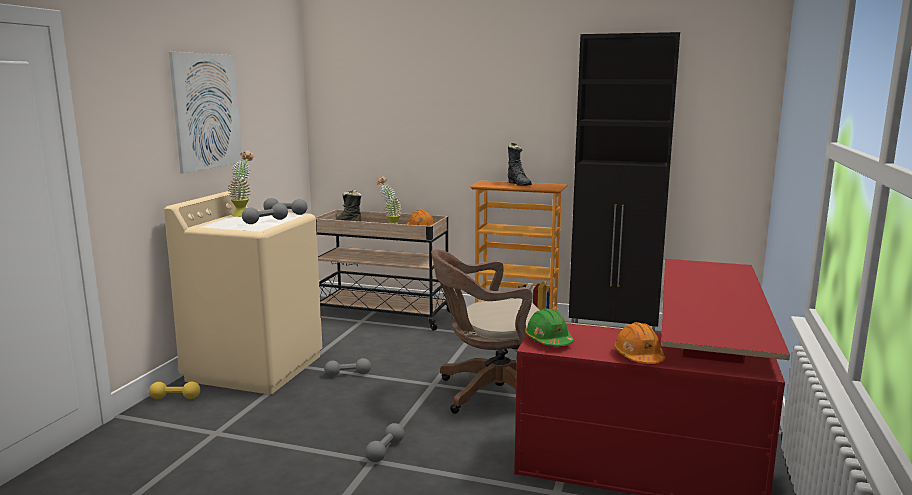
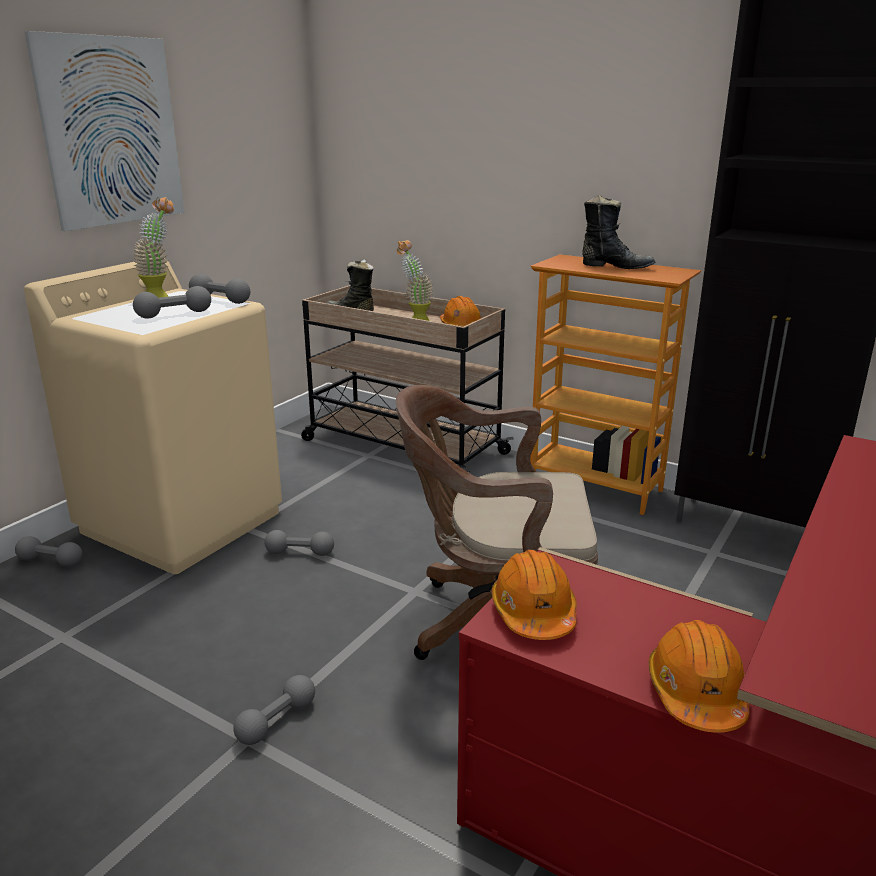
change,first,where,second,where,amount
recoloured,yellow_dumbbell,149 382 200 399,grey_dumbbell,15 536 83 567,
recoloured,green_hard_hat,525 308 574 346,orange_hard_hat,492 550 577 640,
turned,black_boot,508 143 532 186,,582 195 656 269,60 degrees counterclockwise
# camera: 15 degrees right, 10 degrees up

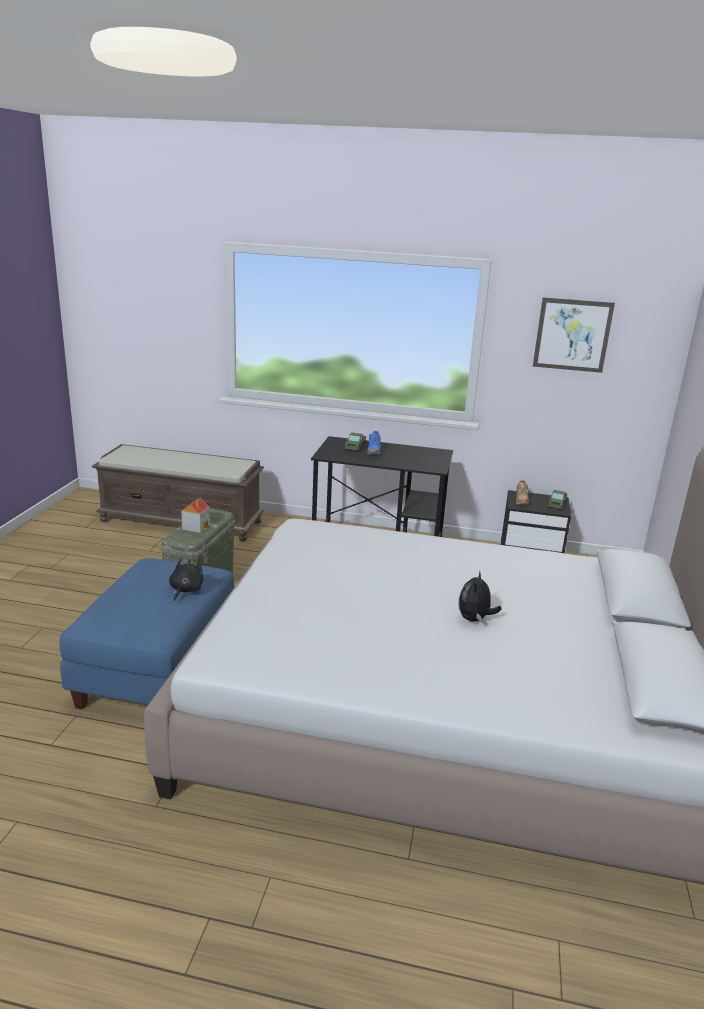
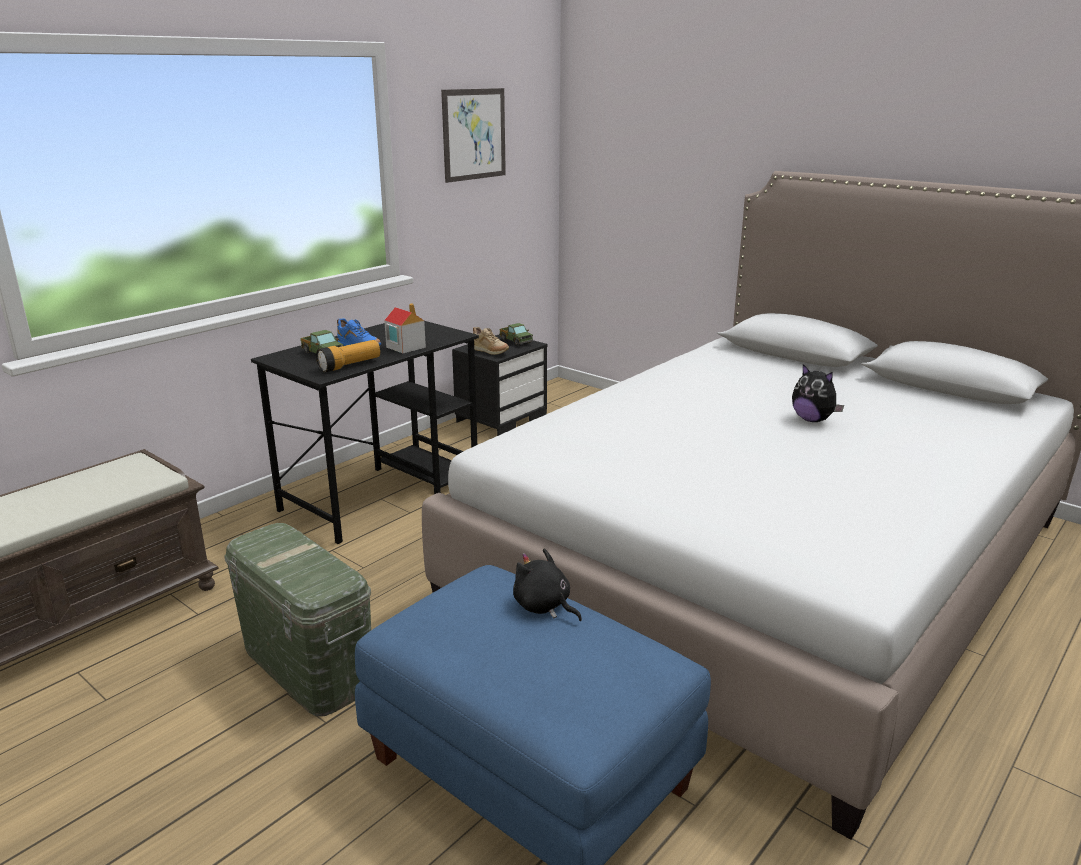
change,first,where,second,where,amount
added,,,flashlight,316 340 380 372,
moved,toy_house,181 498 210 533,,384 303 426 353,
# camera: 60 degrees left, 0 degrees up

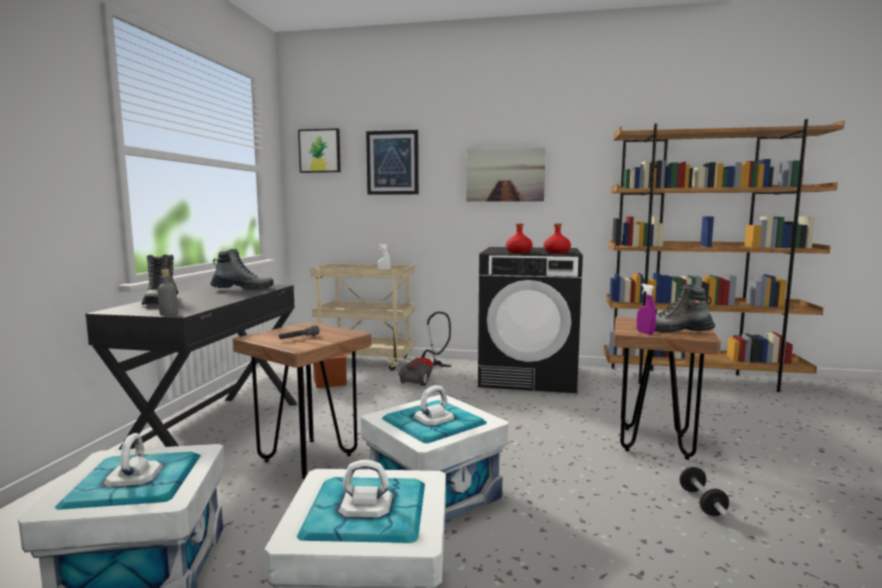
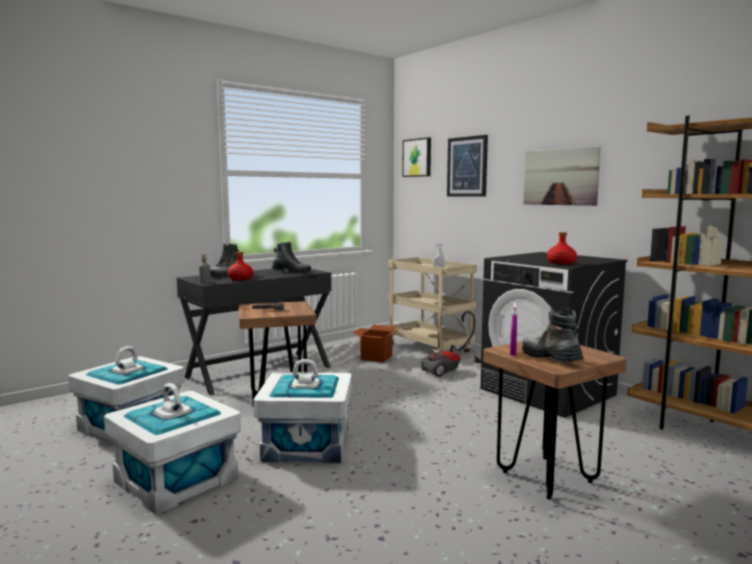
change,first,where,second,where,amount
moved,red_bottle,506 223 533 253,,227 252 253 280,
removed,dumbbell,680 467 730 518,,,
# camera: 40 degrees right, 0 degrees up

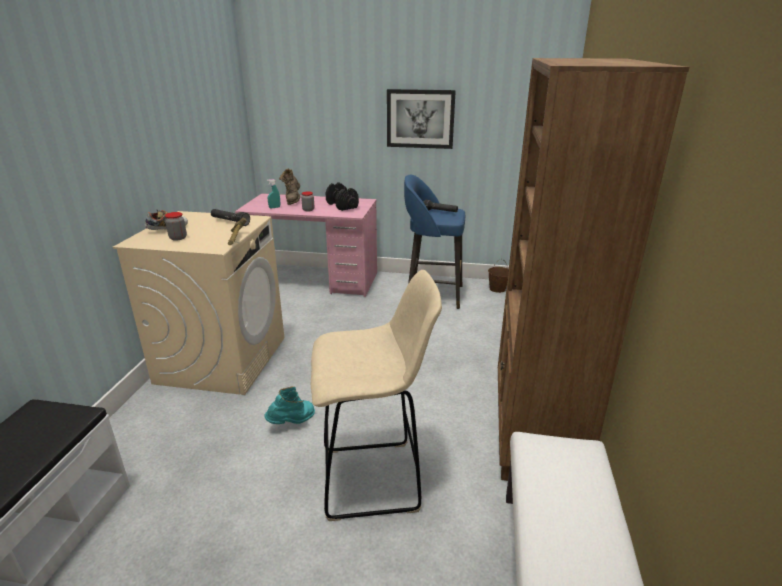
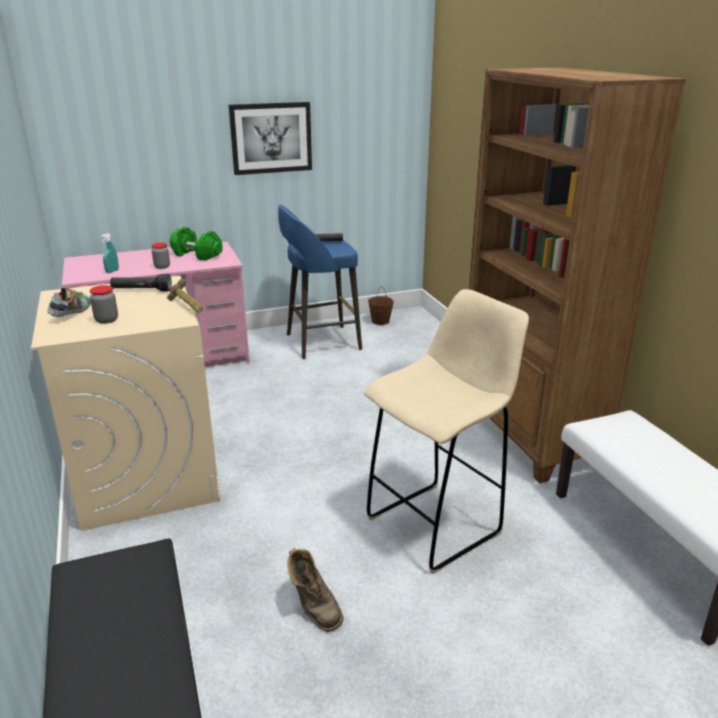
change,first,where,second,where,amount
recoloured,black_dumbbell,326 182 359 211,green_dumbbell,170 227 223 261,
moved,brown_boot,279 169 300 205,,287 548 344 632,
removed,turquoise_boot,264 386 315 424,,,
# camera: 30 degrees left, 0 degrees up

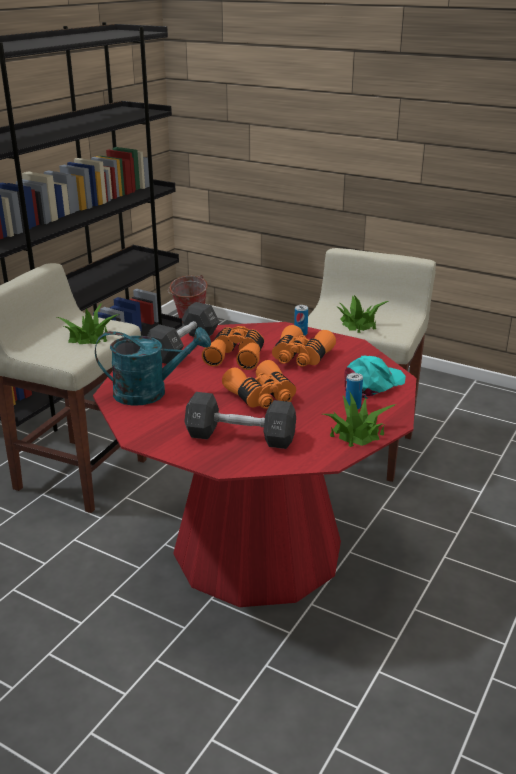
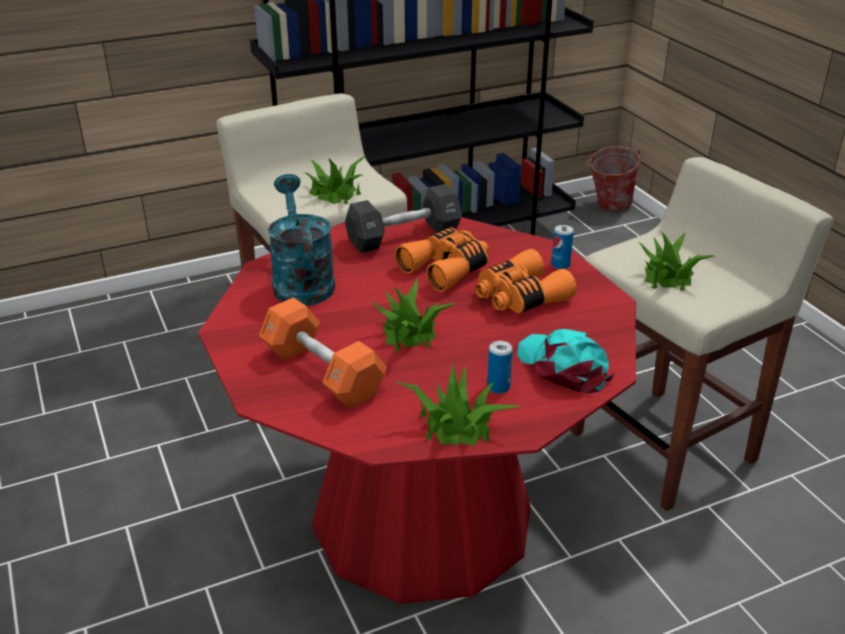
change,first,where,second,where,amount
recoloured,black_dumbbell,184 392 296 449,orange_dumbbell,259 297 387 409,
turned,turquoise_watering_can,95 327 211 406,,268 174 335 306,135 degrees counterclockwise
replaced,orange_binoculars,222 360 296 409,potted_plant,369 279 455 351,
turned,turquoise_cap,344 356 406 399,,517 329 615 394,120 degrees counterclockwise
# camera: 35 degrees right, 5 degrees up

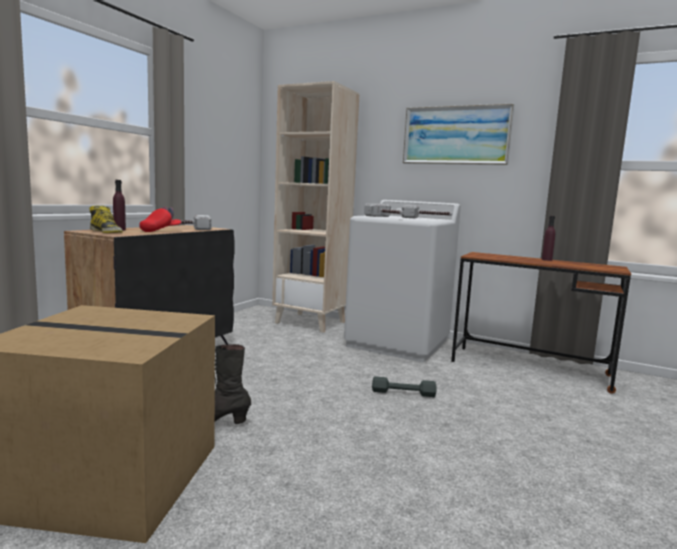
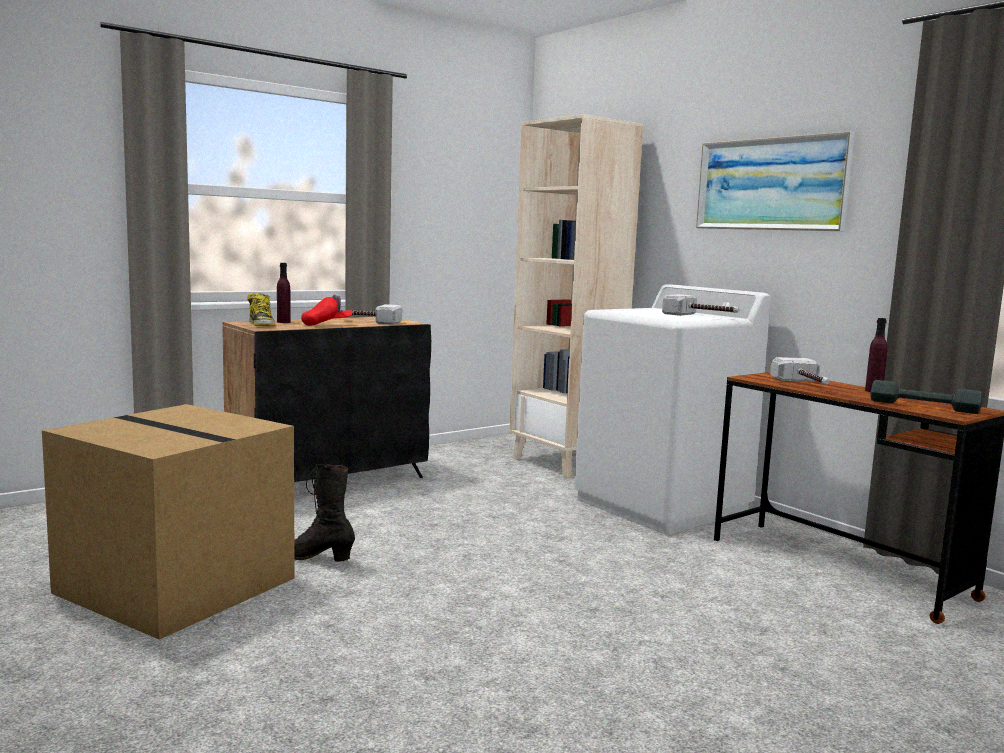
change,first,where,second,where,amount
moved,hammer,364 203 404 217,,770 357 830 385,
moved,grey_dumbbell,372 377 437 397,,871 380 982 414,
# camera: 25 degrees right, 0 degrees up

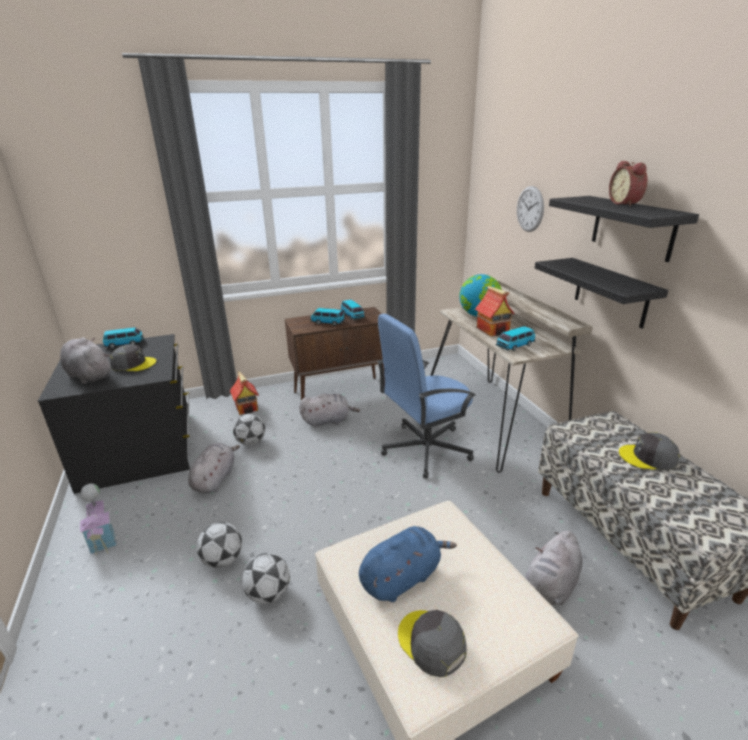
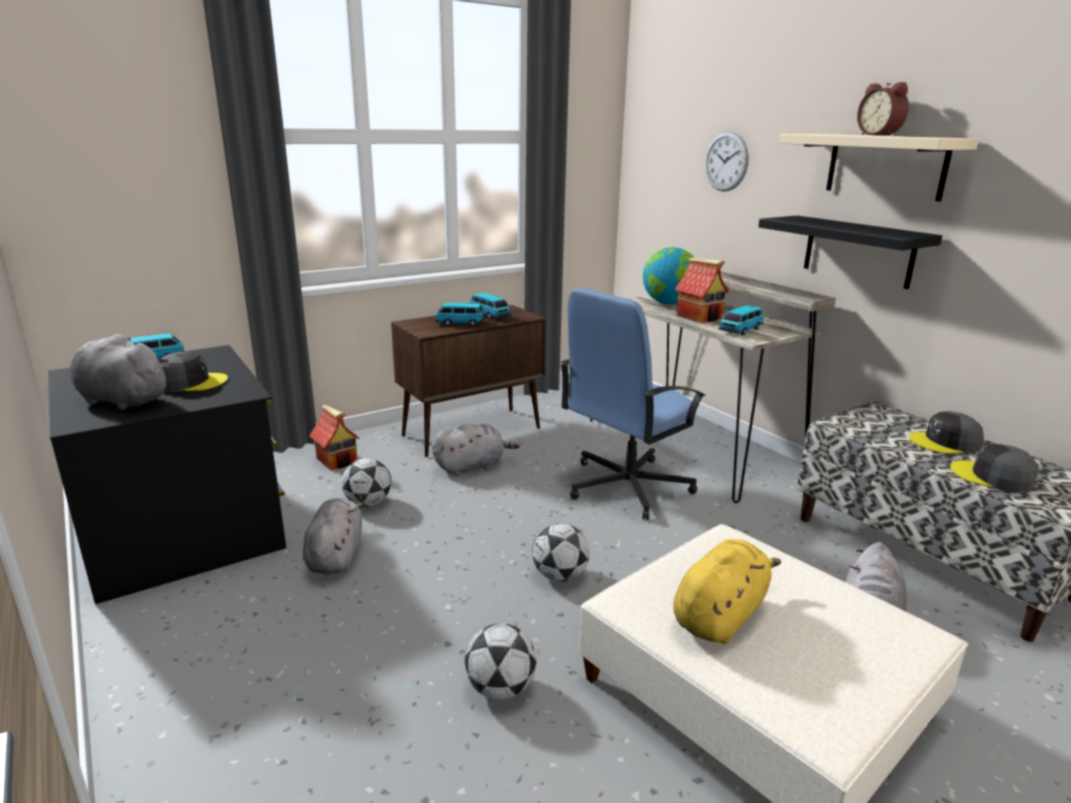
change,first,where,second,where,amount
moved,football,197 522 242 568,,532 523 589 582,
recoloured,blue_plush_toy,359 526 457 602,yellow_plush_toy,673 539 781 644,
recoloured,black_shelf,549 196 699 262,beige_shelf,779 134 979 201,
moved,grey_cap,398 610 467 677,,950 444 1039 493,
removed,toy_house,80 484 118 555,,,
# camera: 15 degrees left, 5 degrees down

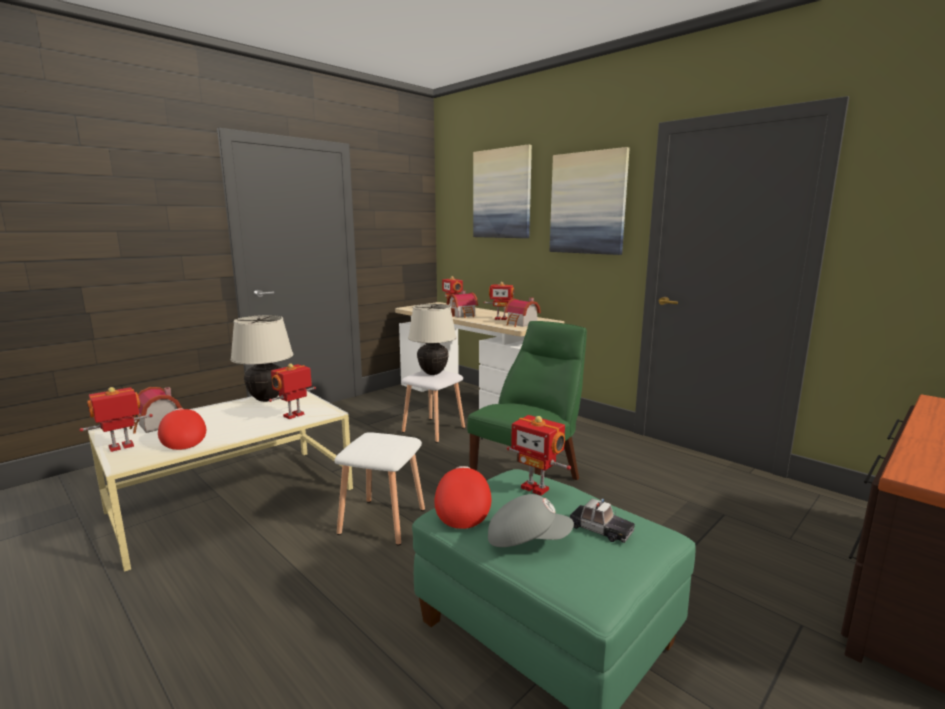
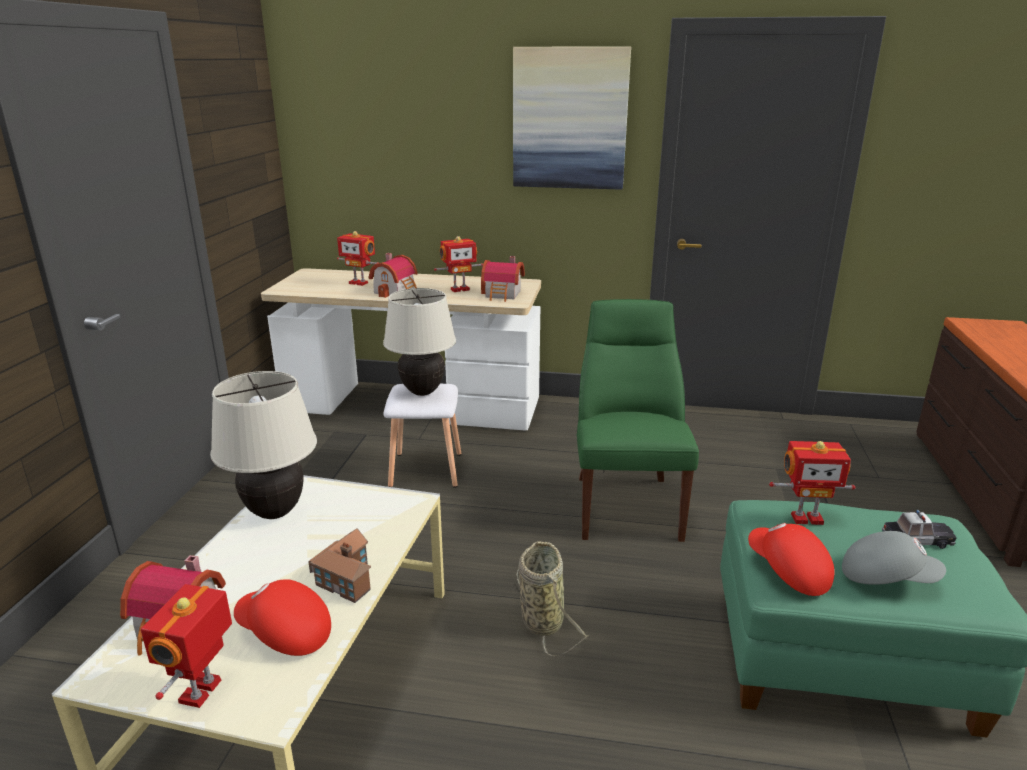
change,first,where,second,where,amount
added,,,toy_house,308 528 371 603,
replaced,white_stool,334 432 425 546,basket,516 541 588 657,
turned,grey_cap,488 494 574 547,,842 531 946 585,45 degrees clockwise
removed,toy_robot,269 363 316 419,,,
removed,picture,473 144 532 238,,,
# camera: 35 degrees left, 10 degrees up

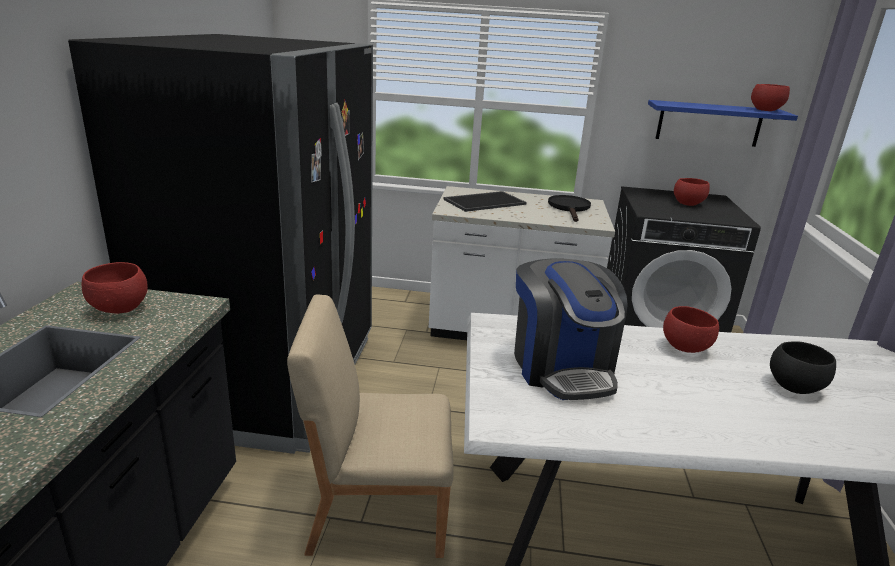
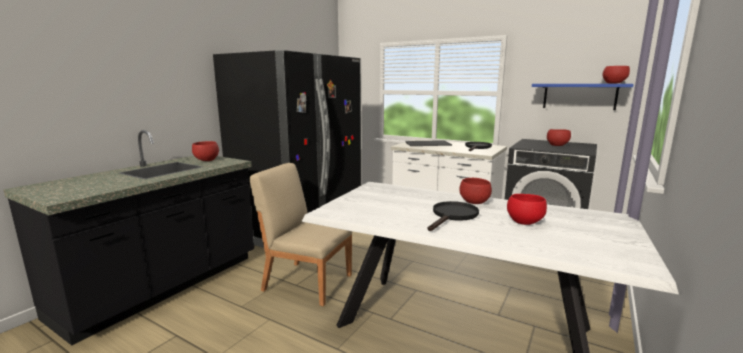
change,first,where,second,where,amount
added,,,black_frying_pan,427 201 479 231,
recoloured,black_bowl,770 341 836 394,red_bowl,507 194 547 225,
removed,coffee_machine,514 259 628 400,,,
# camera: 25 degrees right, 10 degrees down

